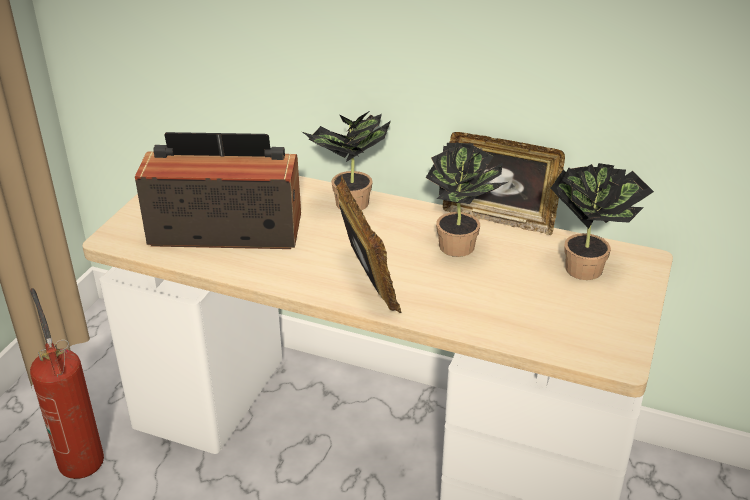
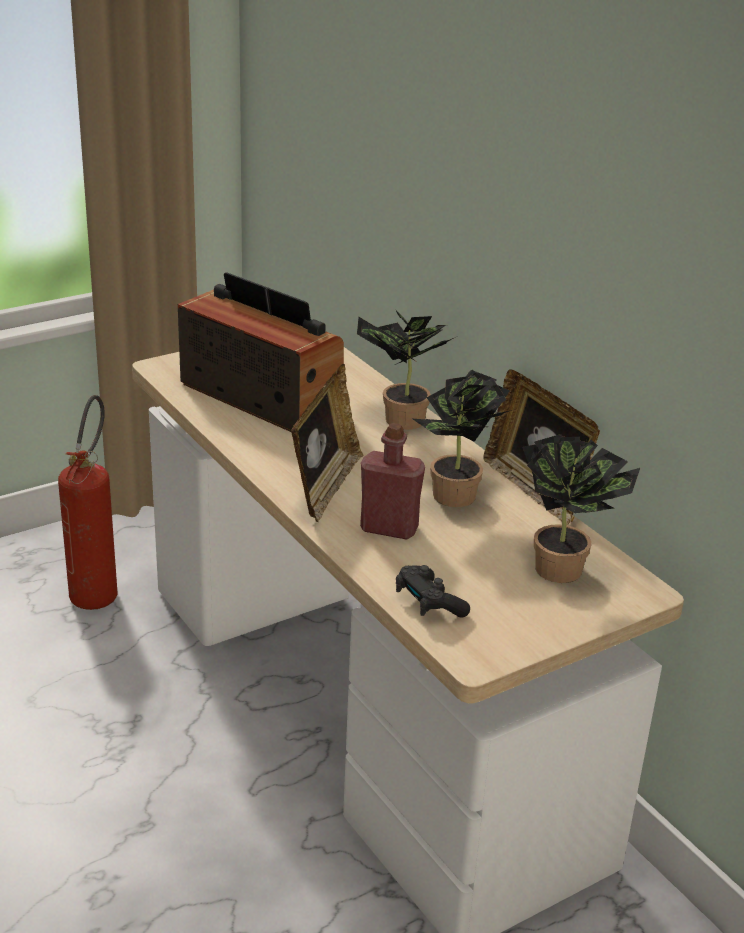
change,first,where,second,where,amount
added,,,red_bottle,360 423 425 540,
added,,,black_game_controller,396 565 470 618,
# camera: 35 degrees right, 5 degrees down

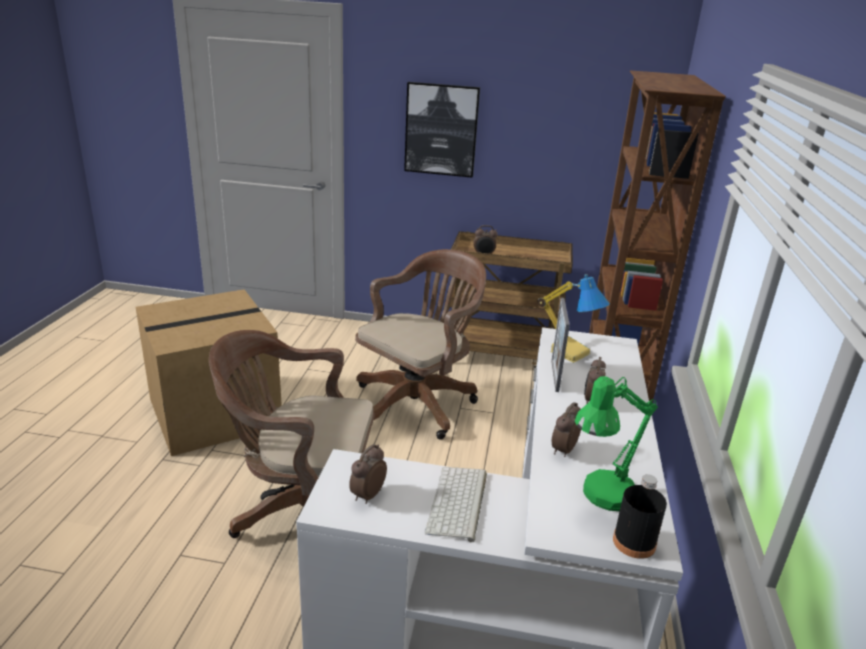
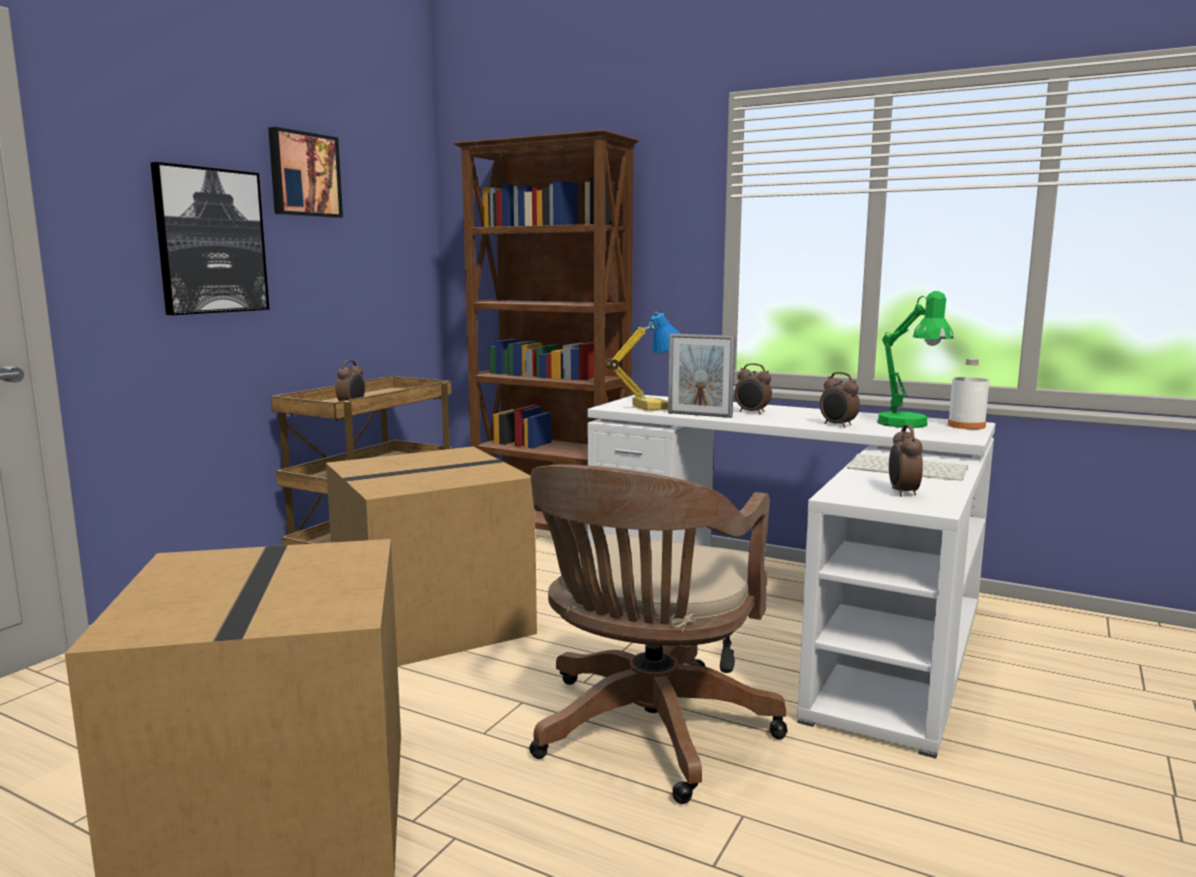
change,first,where,second,where,amount
added,,,picture,268 127 343 218,
replaced,brown_office_chair,355 249 486 440,cardboard_box,326 447 537 666,
turned,alarm_clock,349 444 387 504,,889 424 923 497,45 degrees clockwise
recoloured,black_bottle,613 474 667 559,white_bottle,948 359 989 429,
# camera: 70 degrees left, 15 degrees down

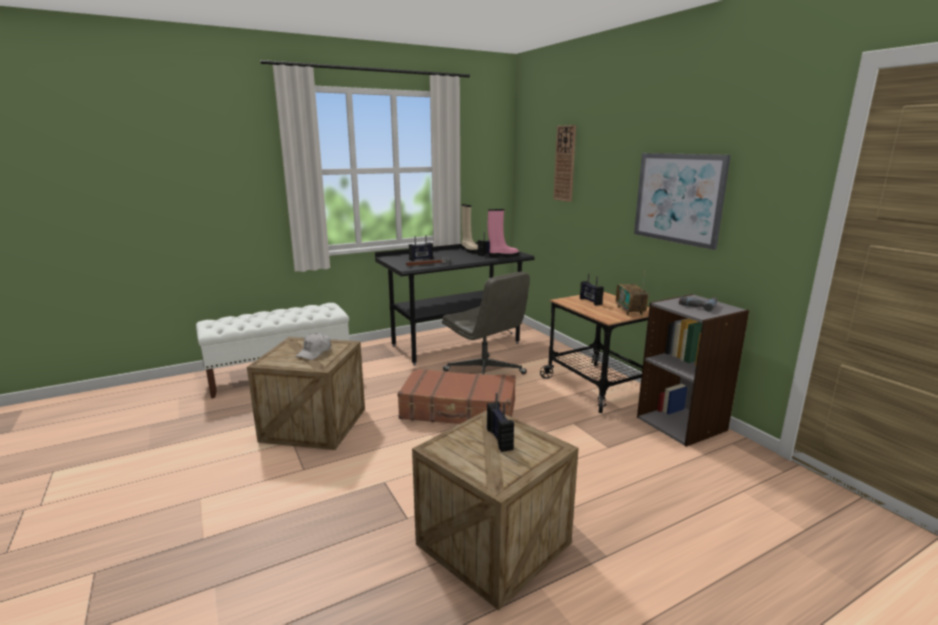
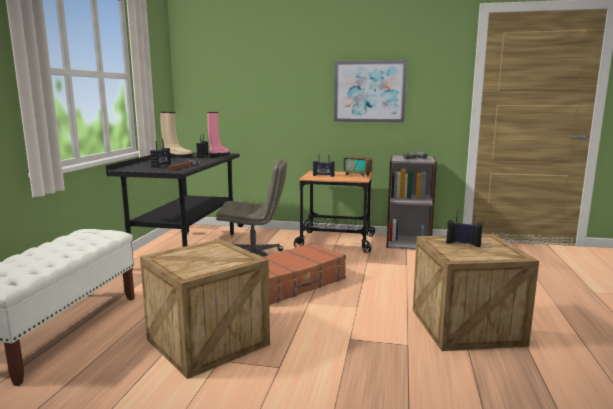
change,first,where,second,where,amount
removed,white_cap,295 333 331 360,,,
removed,wall_clock,554 125 576 202,,,
# camera: 50 degrees left, 5 degrees down

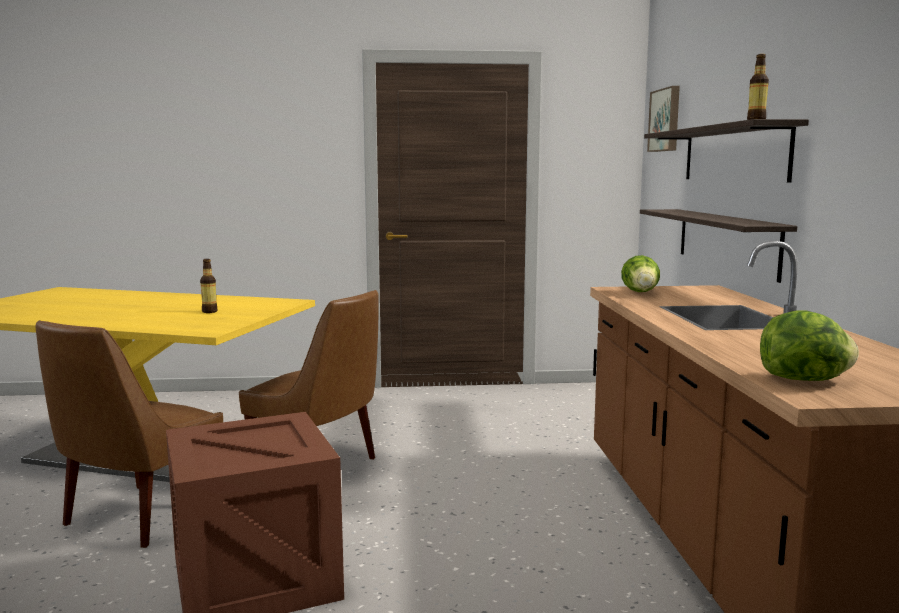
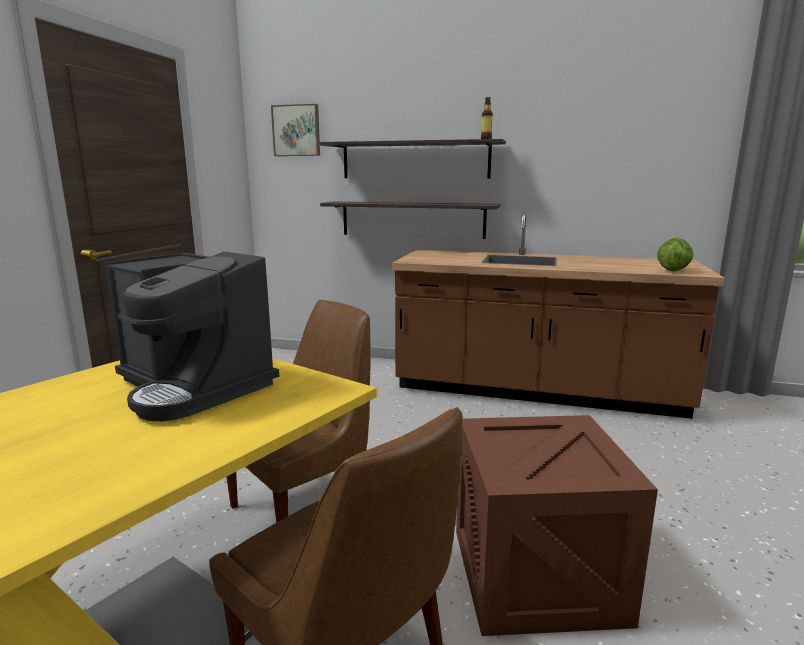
change,first,where,second,where,amount
replaced,bottle,200 259 218 313,coffee_machine,105 251 280 421,
removed,lettuce,621 255 660 292,,,
# camera: 70 degrees left, 5 degrees up

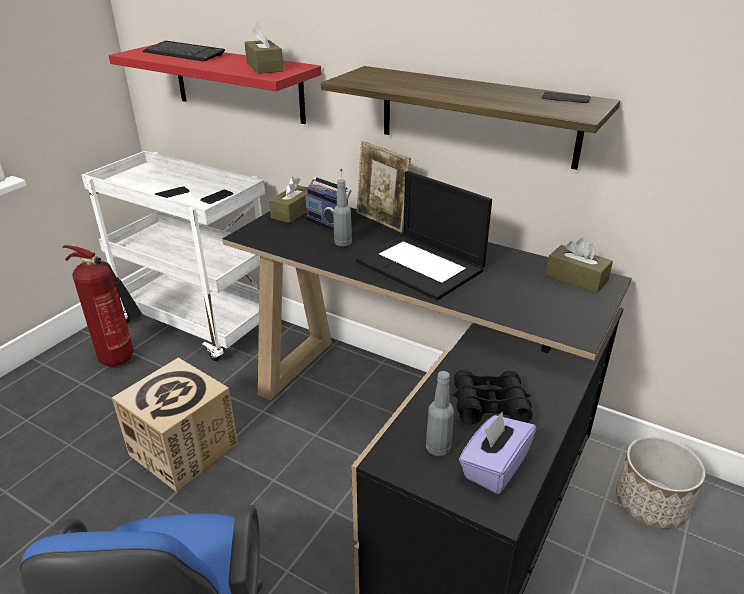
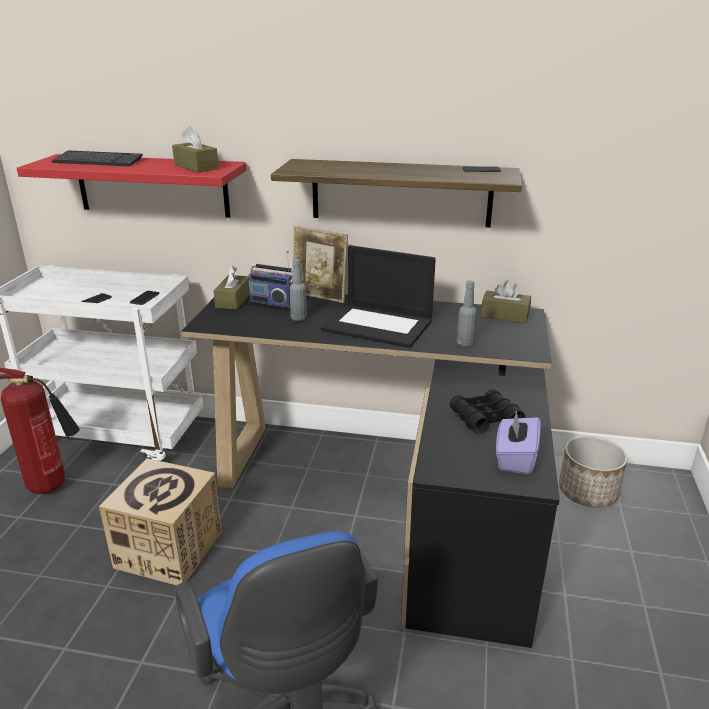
change,first,where,second,where,amount
moved,grey_bottle,426 371 454 456,,456 280 477 347,
# camera: 20 degrees left, 5 degrees down

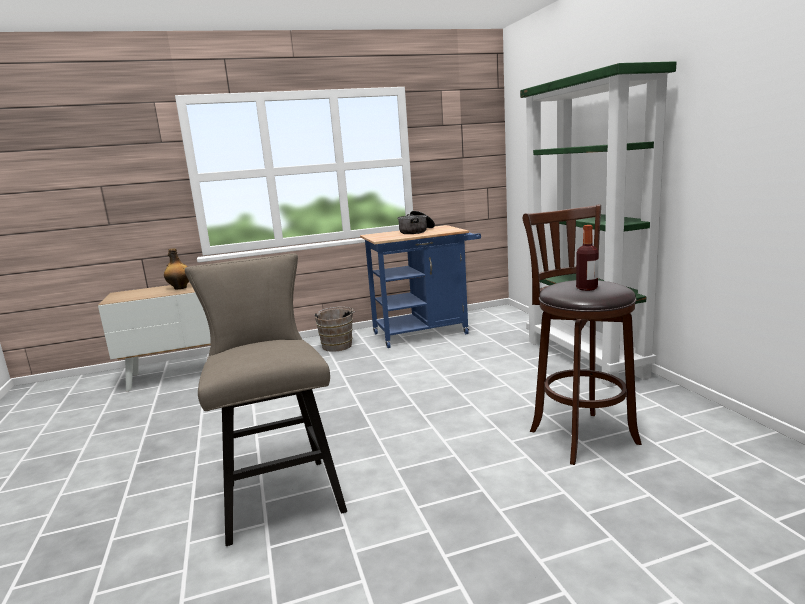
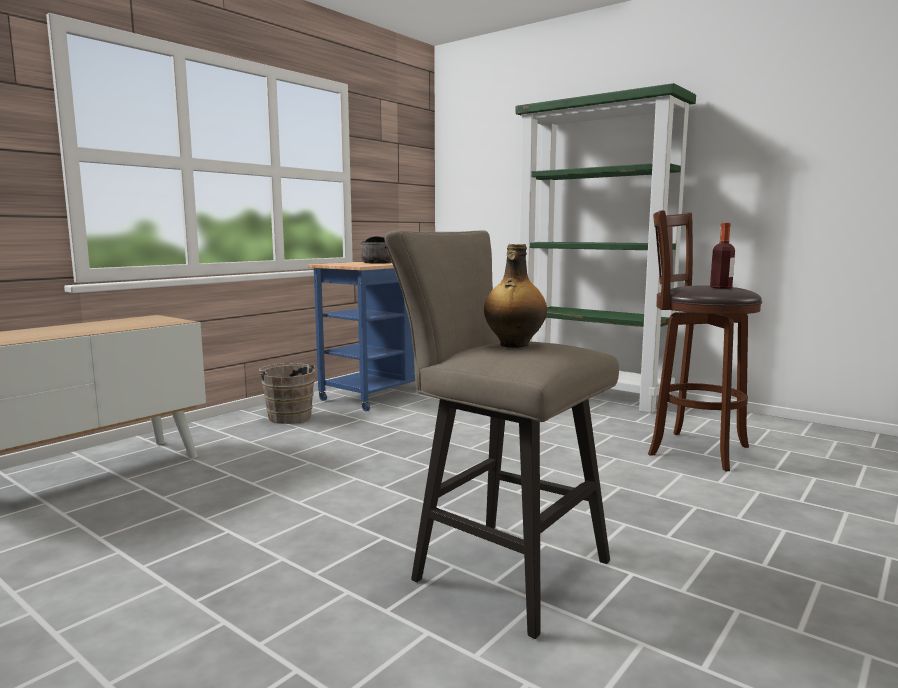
change,first,where,second,where,amount
moved,bottle,164 248 189 290,,484 244 547 348,
# camera: 35 degrees left, 5 degrees down

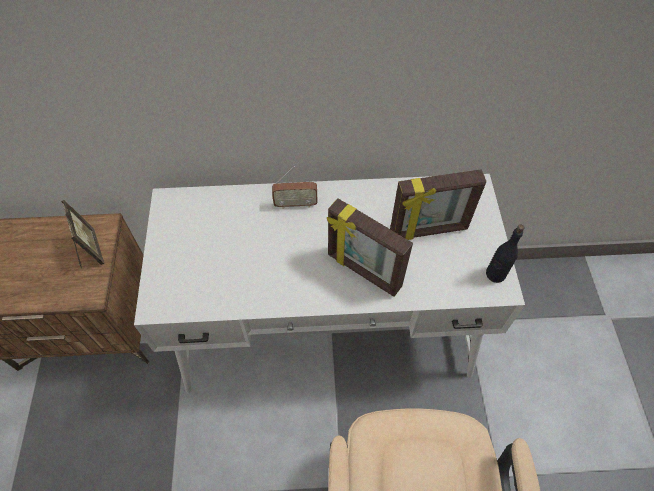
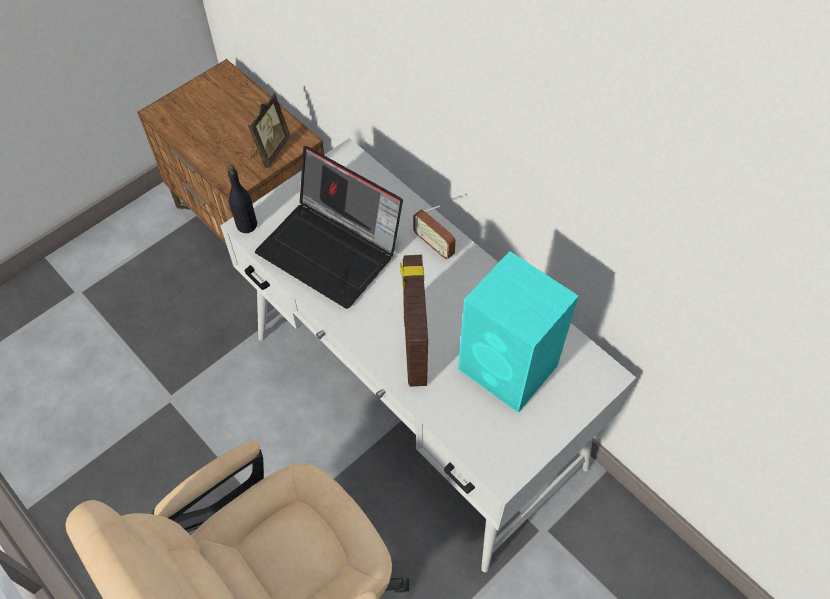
change,first,where,second,where,amount
moved,black_bottle,486 225 525 283,,228 164 257 233,
added,,,laptop,255 146 403 309,
replaced,picture_frame,390 169 487 240,turquoise_speaker,458 251 579 413,
# camera: 50 degrees right, 0 degrees up

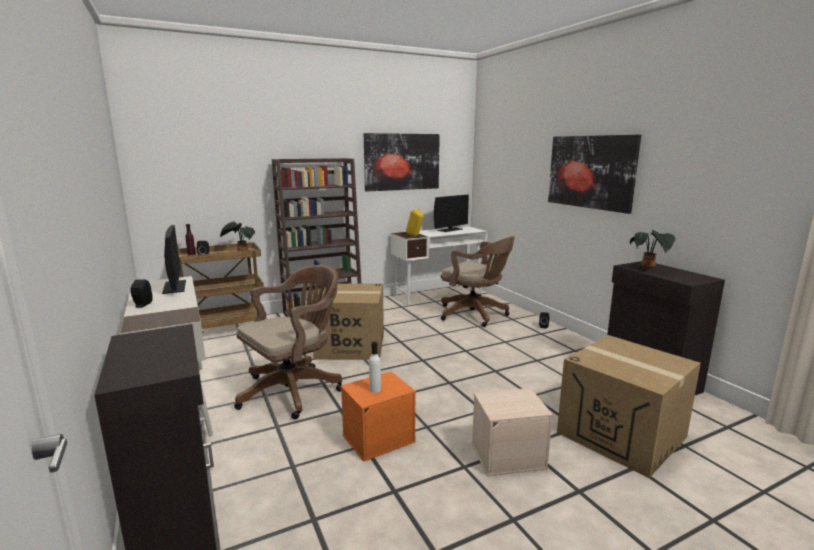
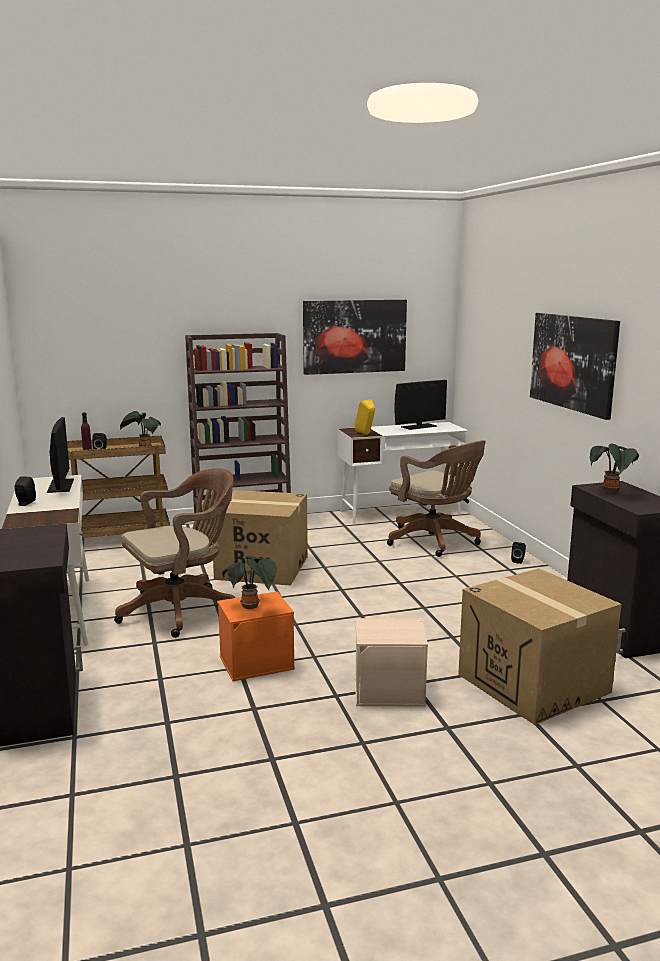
change,first,where,second,where,amount
replaced,white_bottle,369 341 381 393,potted_plant,222 556 277 609,
# camera: 10 degrees right, 0 degrees up

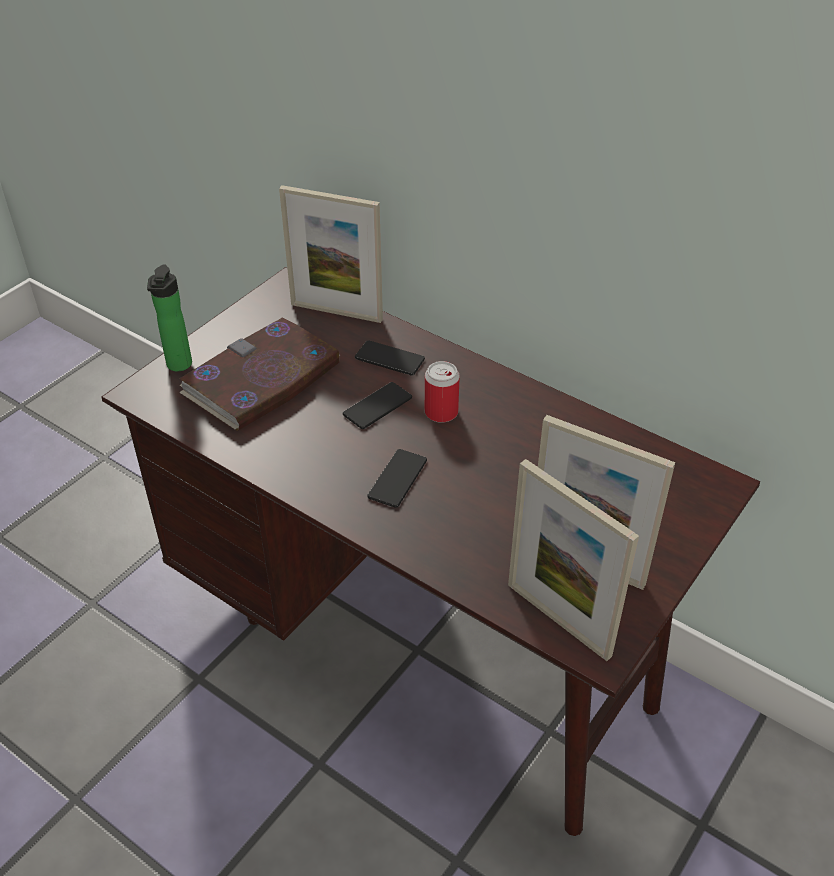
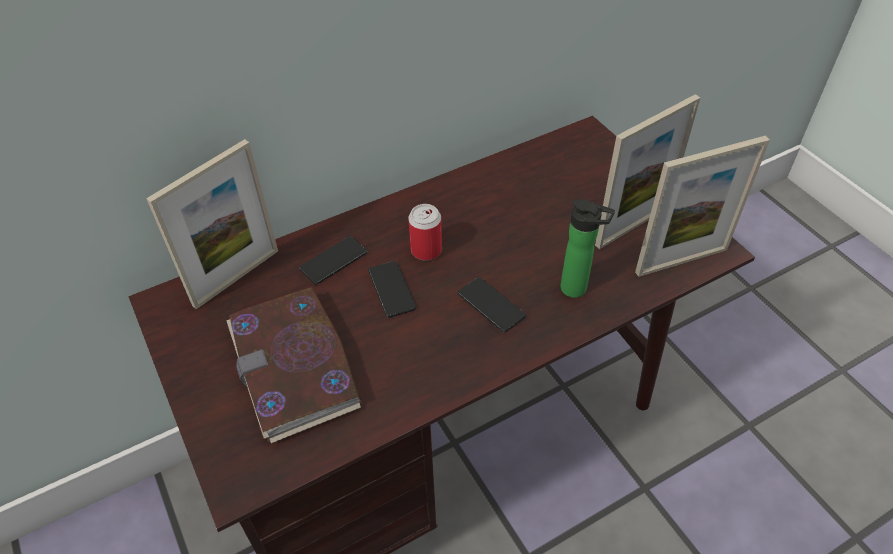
change,first,where,second,where,amount
moved,bottle,147 264 192 371,,560 199 615 298,
# camera: 65 degrees left, 5 degrees up

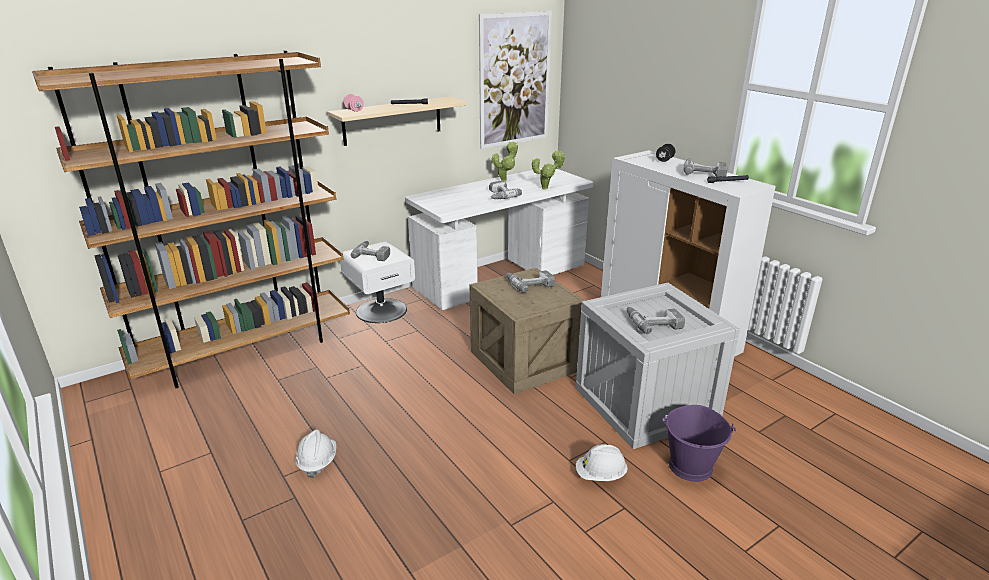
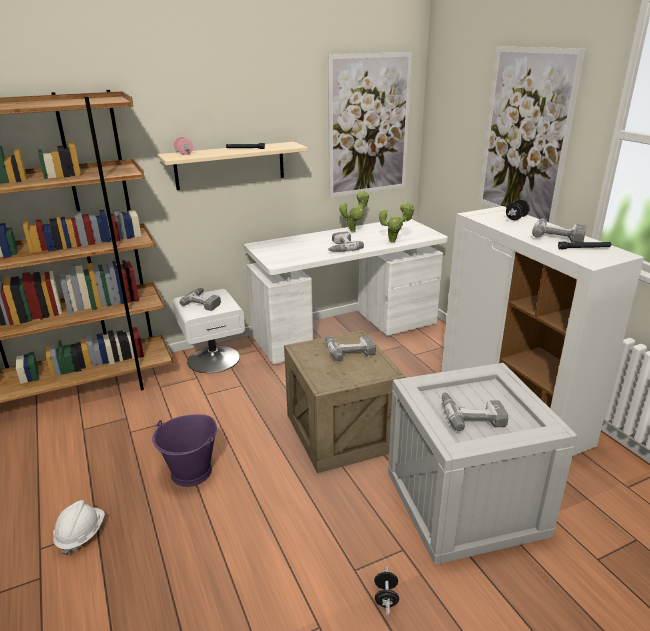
change,first,where,second,where,amount
moved,purple_bucket,662 405 736 482,,152 414 217 487,
replaced,white_hard_hat,576 444 628 481,black_dumbbell,374 566 399 615,
added,,,picture,479 46 585 224,
# camera: 10 degrees right, 0 degrees up

